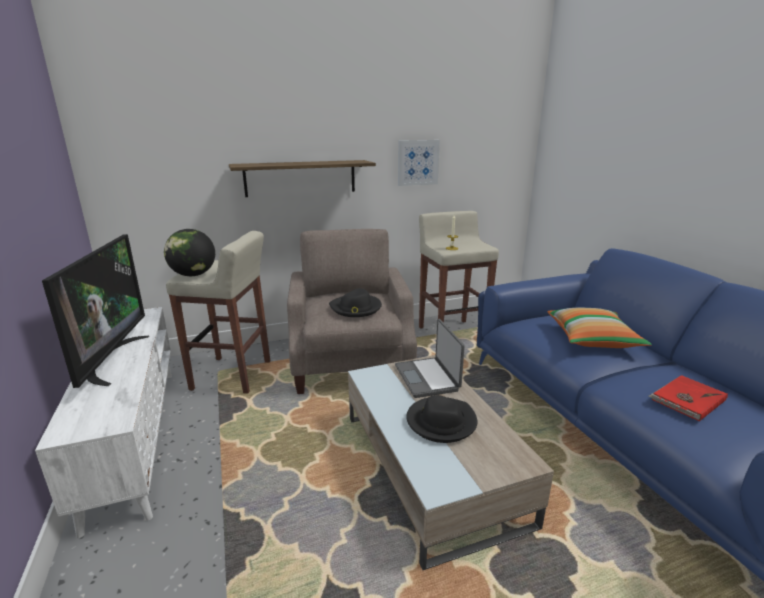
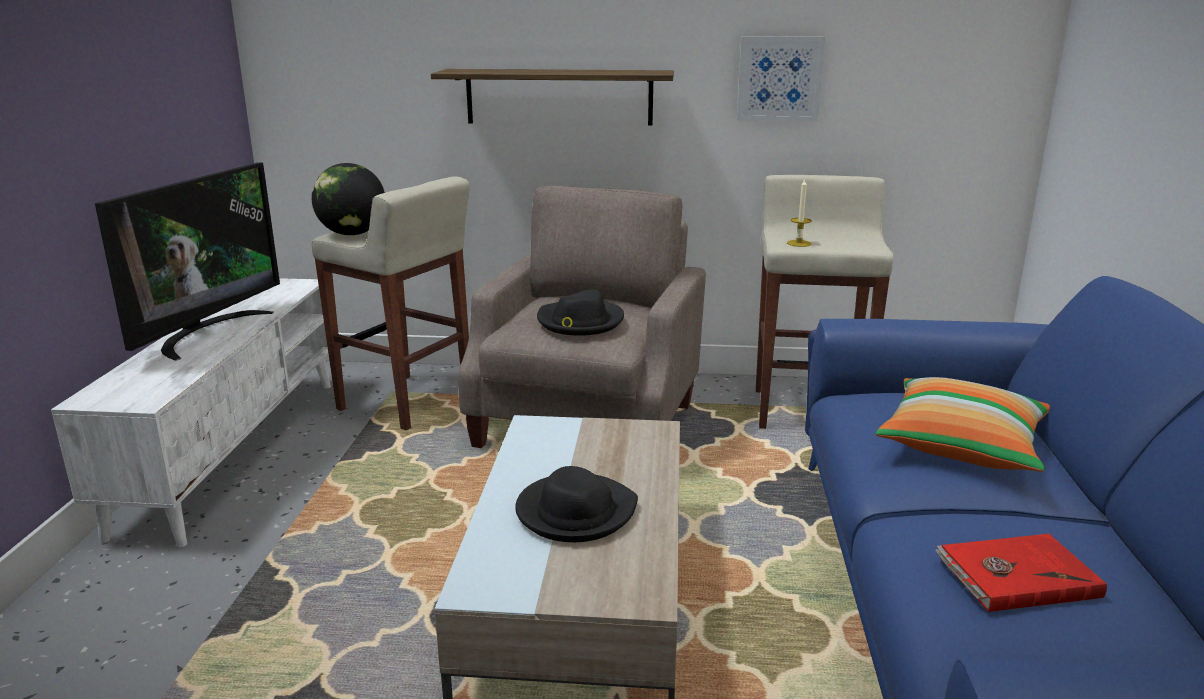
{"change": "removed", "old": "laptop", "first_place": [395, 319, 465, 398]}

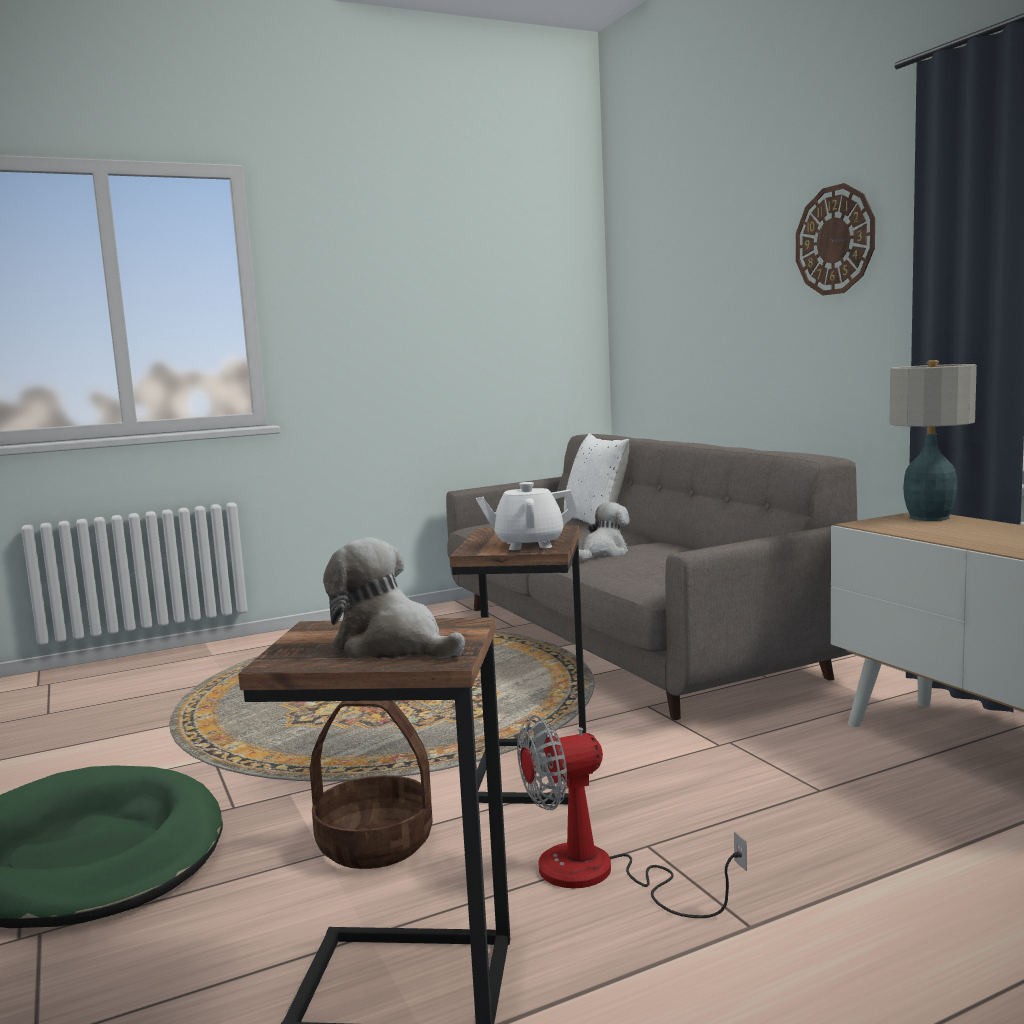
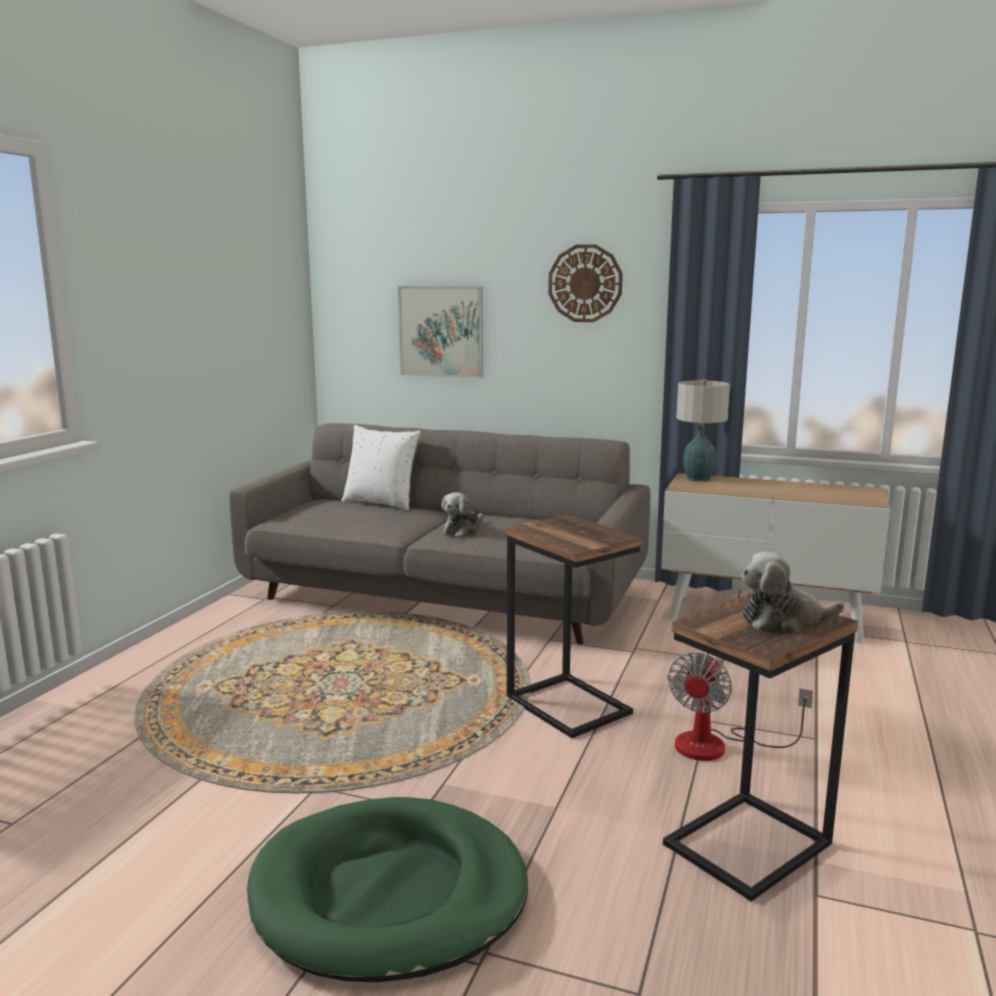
{"change": "removed", "old": "teapot (white)", "first_place": [476, 482, 577, 550]}
{"change": "turned", "old": "plush toy", "first_place": [579, 502, 630, 559], "second_place": [442, 492, 483, 537], "degrees": -150}
{"change": "removed", "old": "basket", "first_place": [310, 701, 433, 869]}
{"change": "added", "new": "picture", "second_place": [398, 286, 483, 378]}

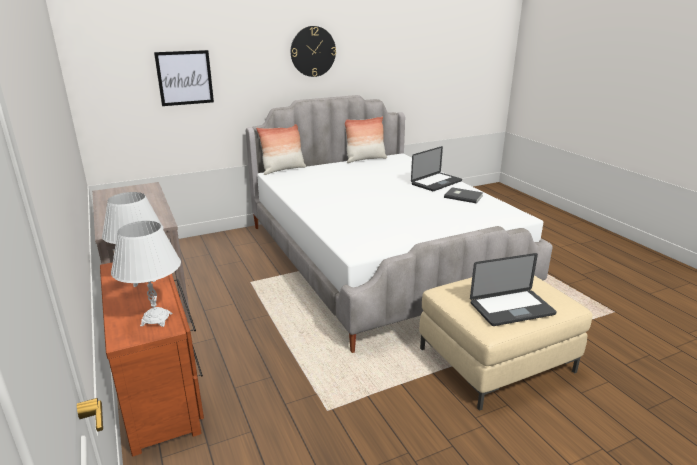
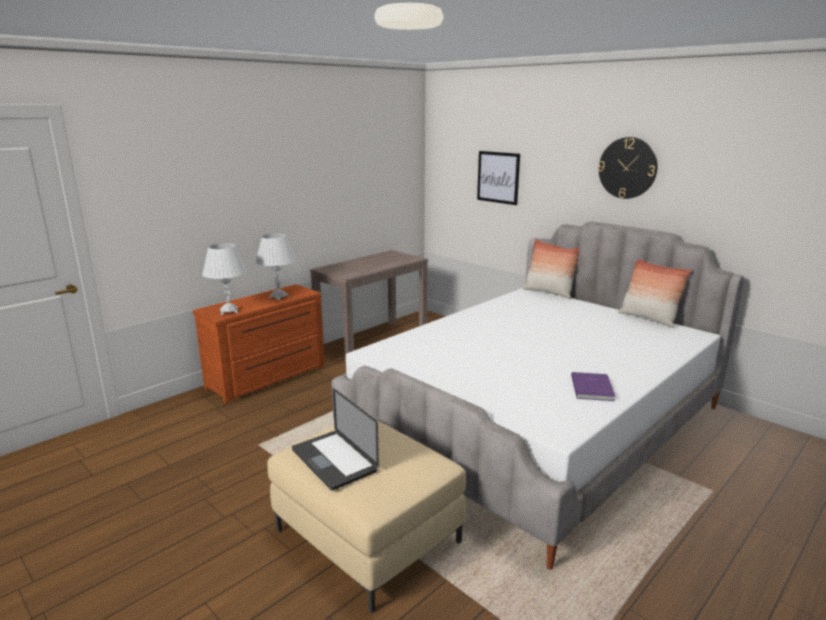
{"change": "removed", "old": "laptop", "first_place": [411, 146, 462, 191]}
{"change": "recoloured", "old": "book (grey)", "new": "book (purple)", "first_place": [444, 187, 483, 203], "second_place": [571, 372, 616, 401]}

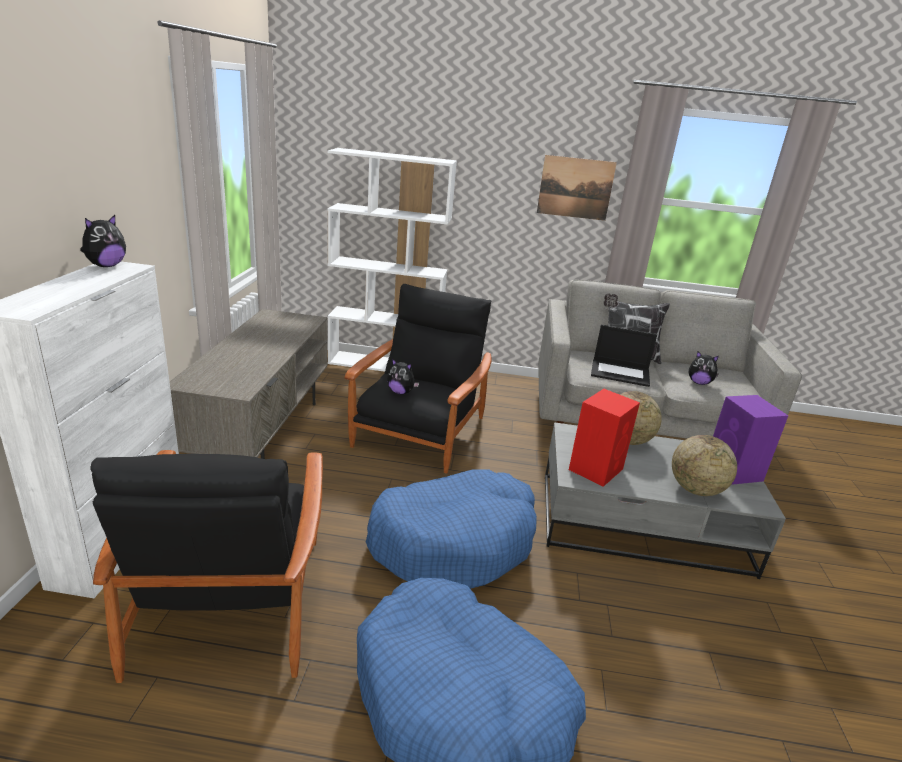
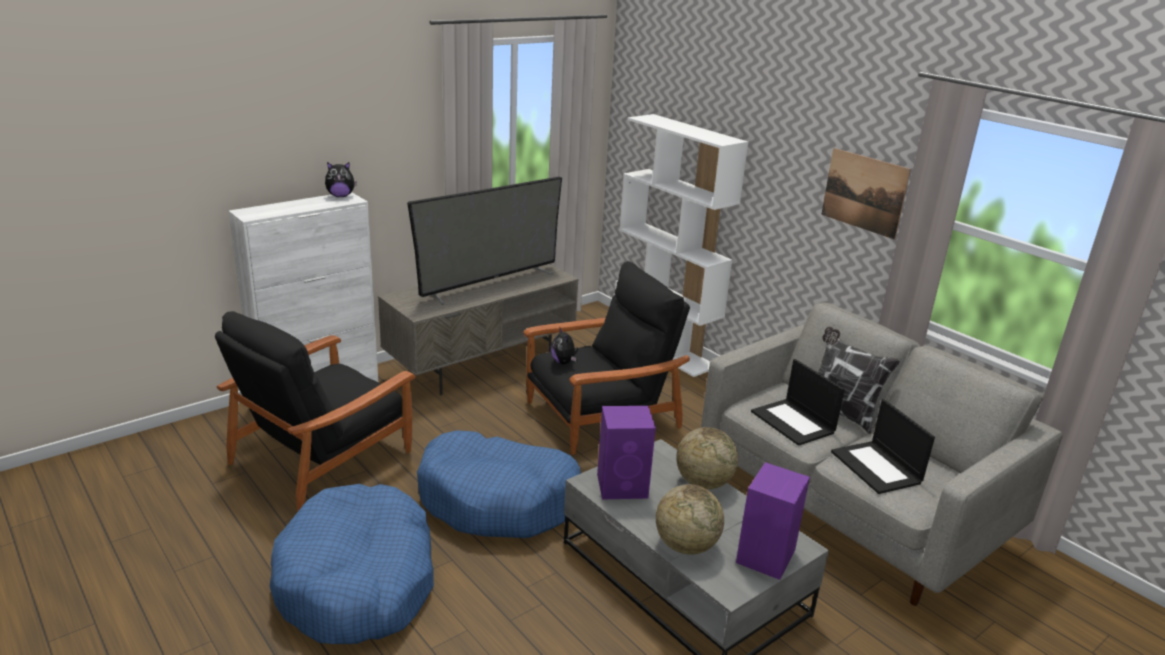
{"change": "replaced", "old": "plush toy", "new": "laptop", "first_place": [689, 352, 719, 385], "second_place": [831, 399, 935, 494]}
{"change": "recoloured", "old": "speaker (red)", "new": "speaker (purple)", "first_place": [569, 389, 640, 487], "second_place": [597, 406, 656, 500]}
{"change": "added", "new": "television", "second_place": [407, 177, 562, 305]}

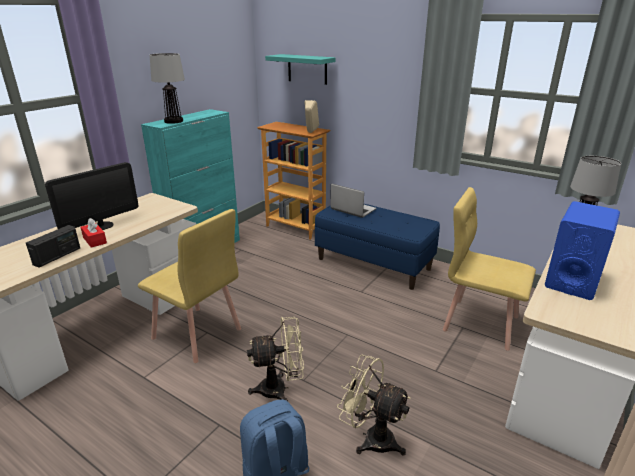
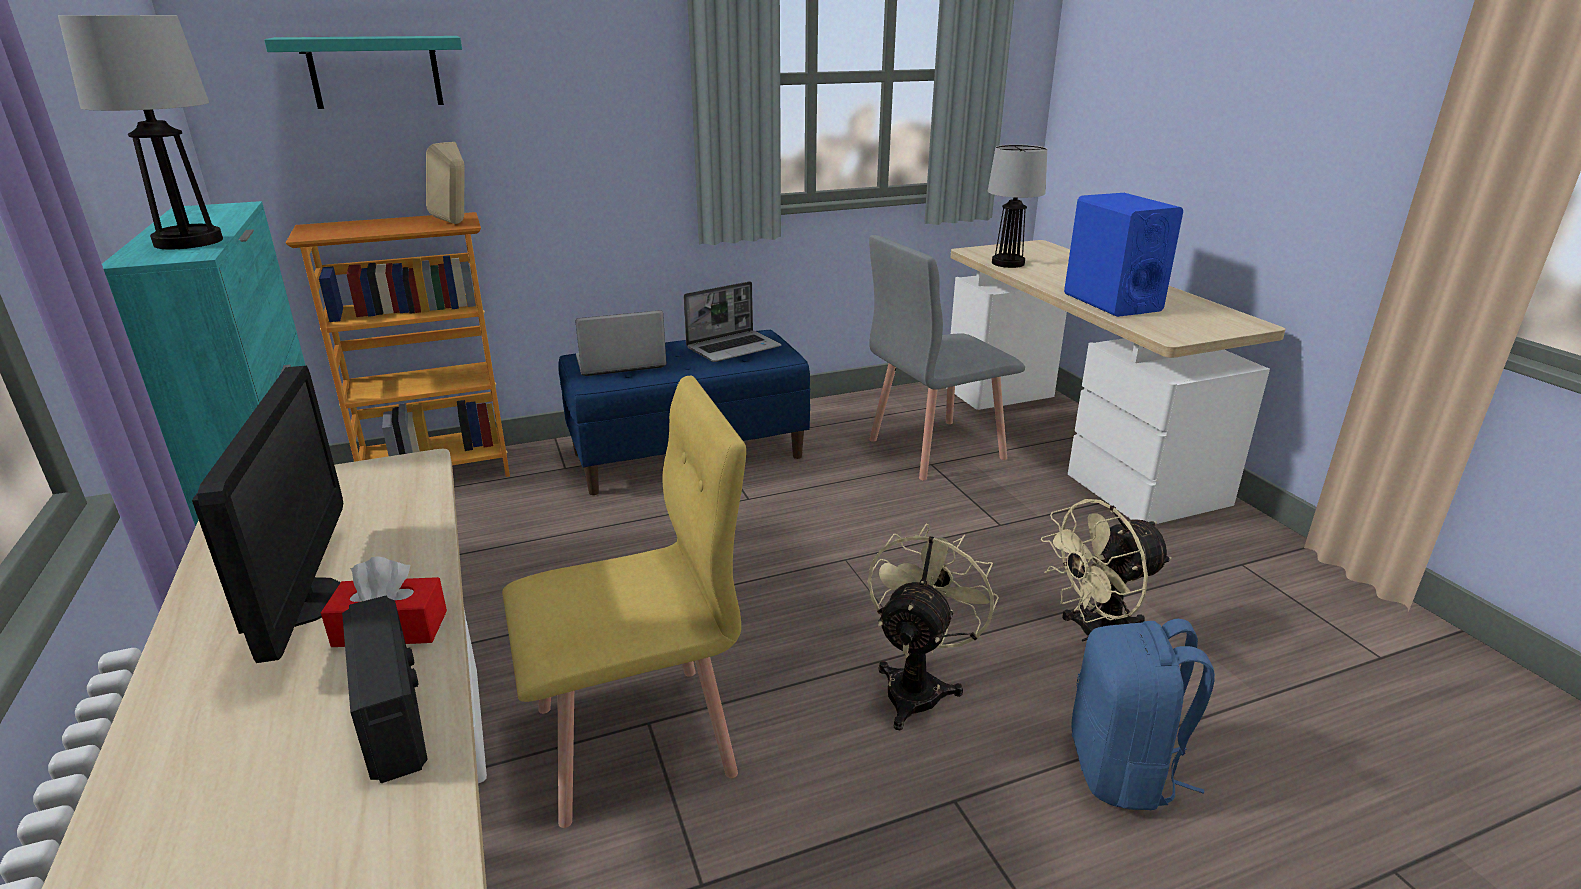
{"change": "recoloured", "old": "chair (yellow)", "new": "chair (grey)", "first_place": [443, 187, 536, 351], "second_place": [869, 235, 1025, 480]}
{"change": "added", "new": "laptop", "second_place": [683, 281, 781, 362]}

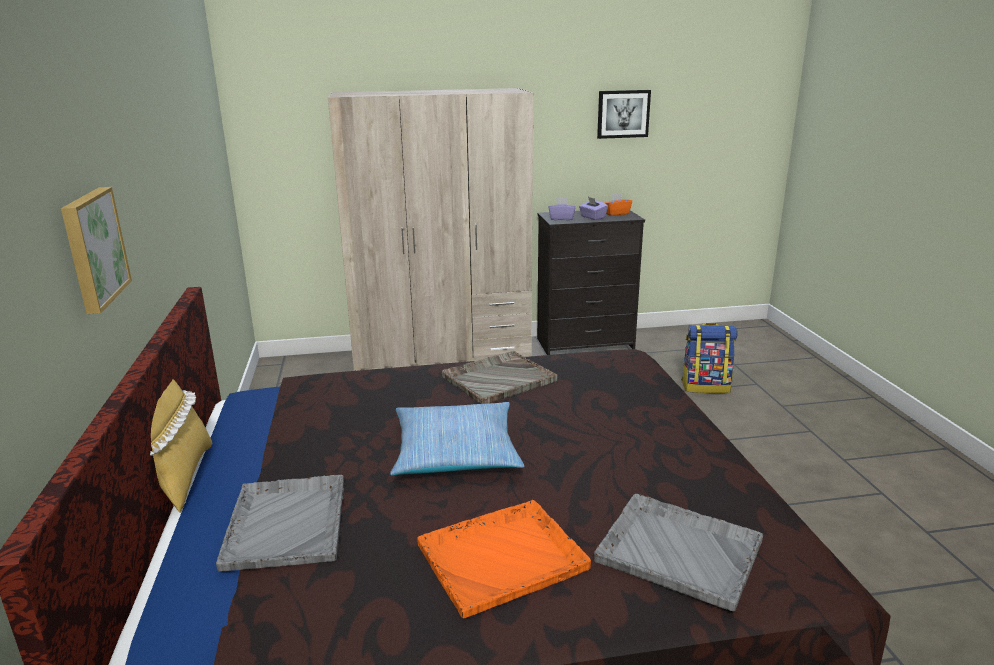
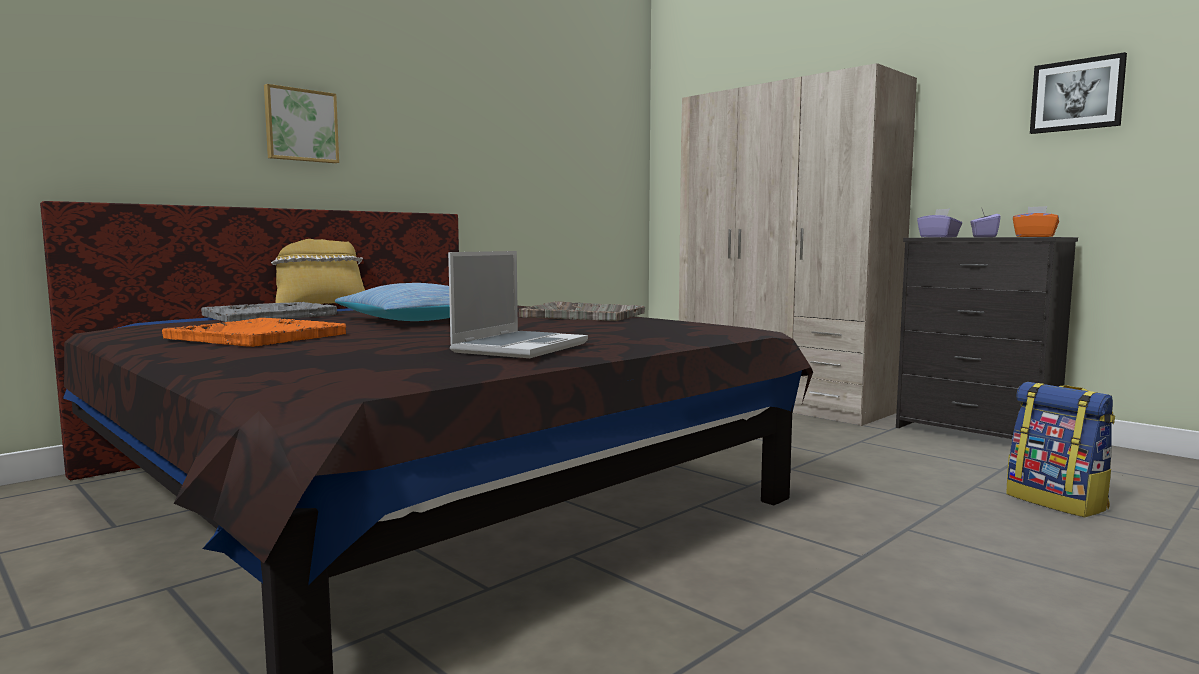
{"change": "removed", "old": "tray (grey)", "first_place": [594, 494, 763, 611]}
{"change": "added", "new": "laptop", "second_place": [448, 251, 588, 358]}

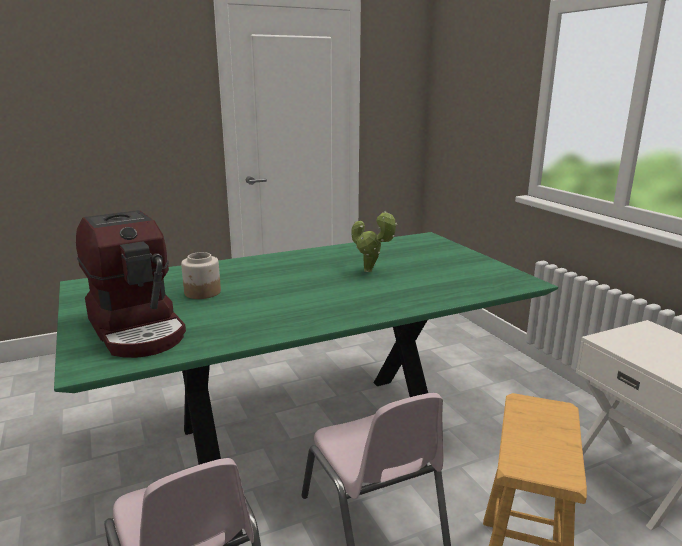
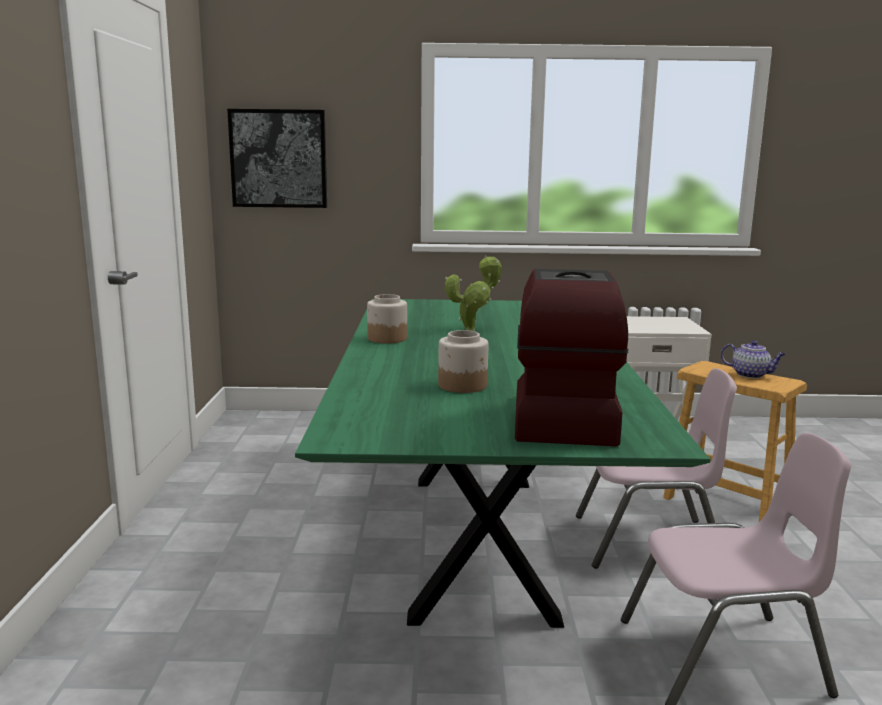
{"change": "turned", "old": "coffee machine", "first_place": [76, 210, 186, 358], "second_place": [515, 269, 628, 447], "degrees": -75}
{"change": "added", "new": "picture", "second_place": [227, 109, 327, 208]}
{"change": "added", "new": "jar", "second_place": [367, 294, 407, 344]}
{"change": "added", "new": "teapot", "second_place": [721, 340, 786, 378]}

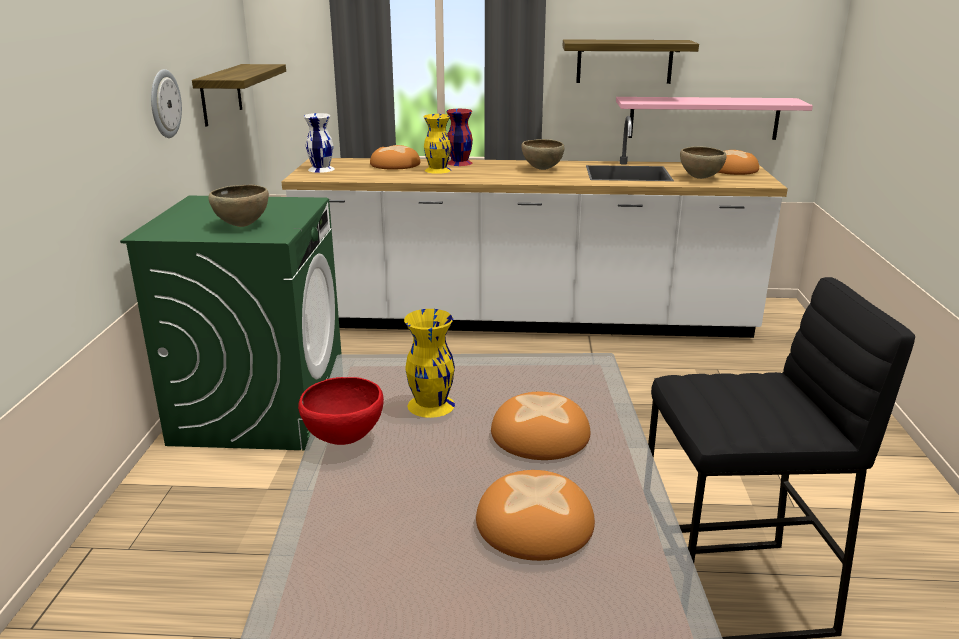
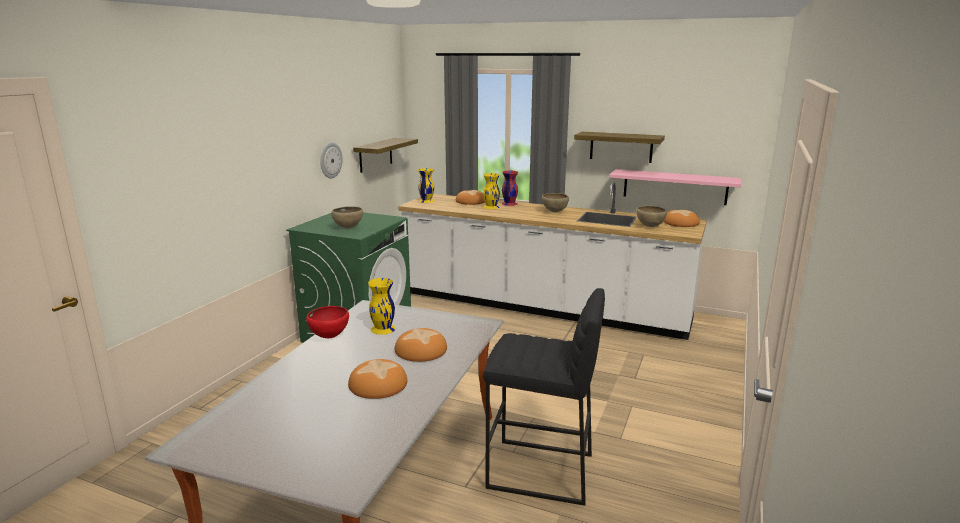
{"change": "recoloured", "old": "vase (white)", "new": "vase (yellow)", "first_place": [304, 113, 335, 173], "second_place": [418, 168, 434, 203]}

